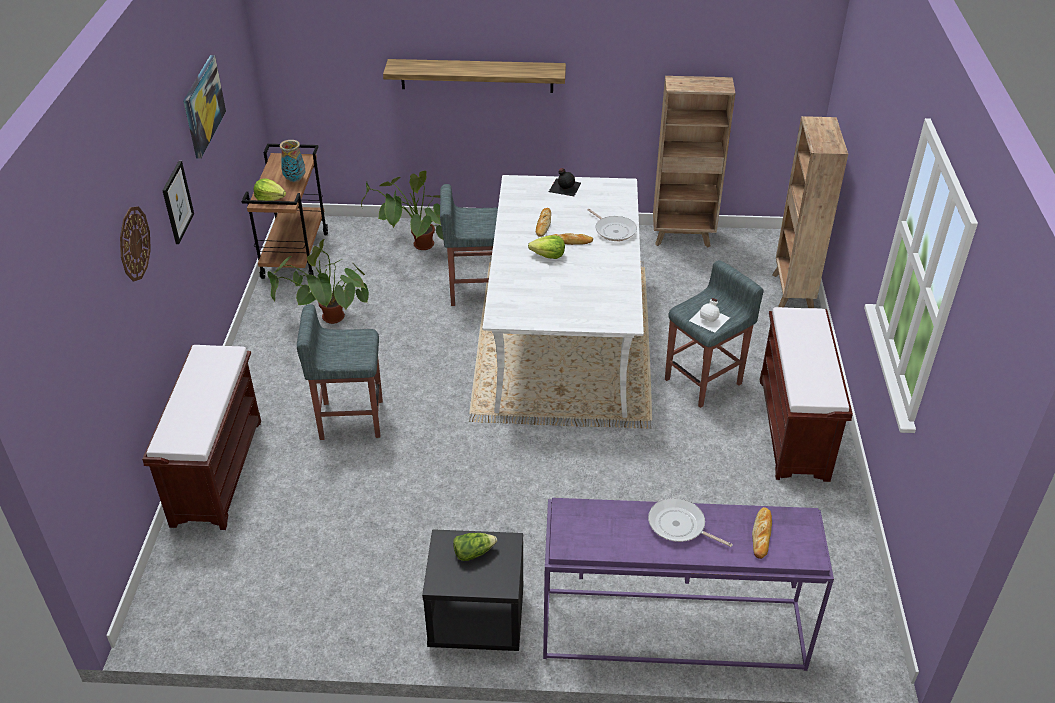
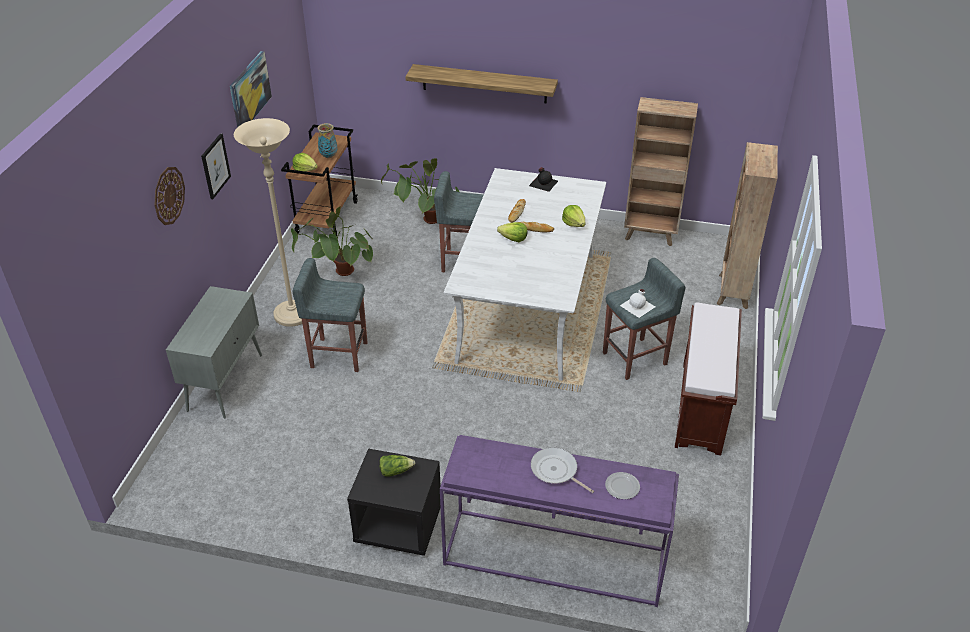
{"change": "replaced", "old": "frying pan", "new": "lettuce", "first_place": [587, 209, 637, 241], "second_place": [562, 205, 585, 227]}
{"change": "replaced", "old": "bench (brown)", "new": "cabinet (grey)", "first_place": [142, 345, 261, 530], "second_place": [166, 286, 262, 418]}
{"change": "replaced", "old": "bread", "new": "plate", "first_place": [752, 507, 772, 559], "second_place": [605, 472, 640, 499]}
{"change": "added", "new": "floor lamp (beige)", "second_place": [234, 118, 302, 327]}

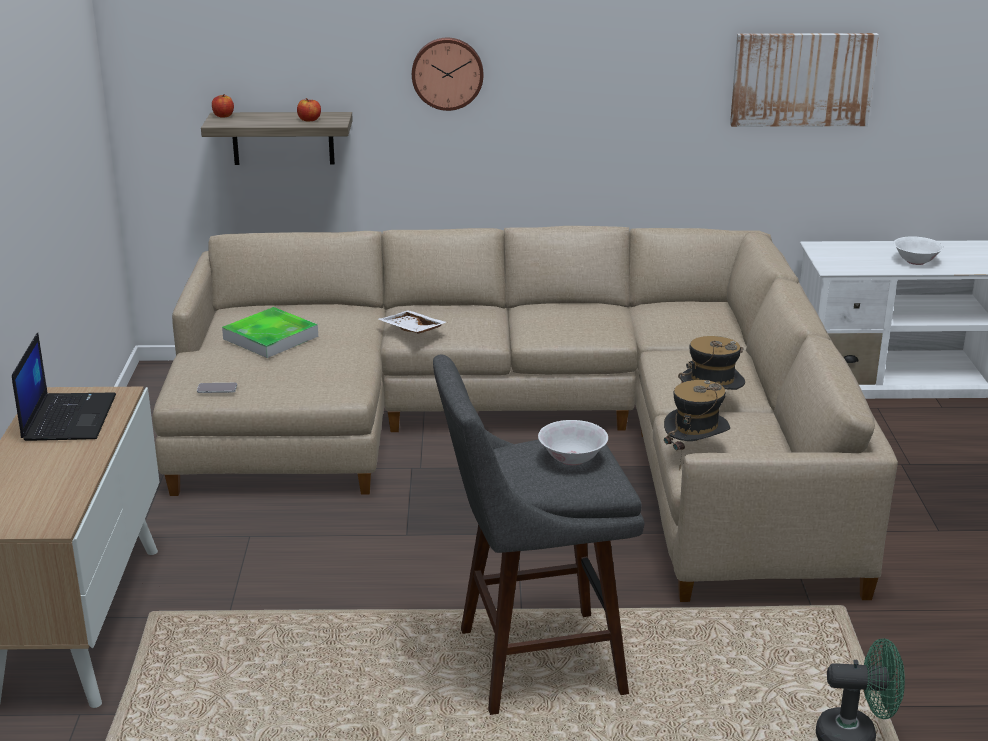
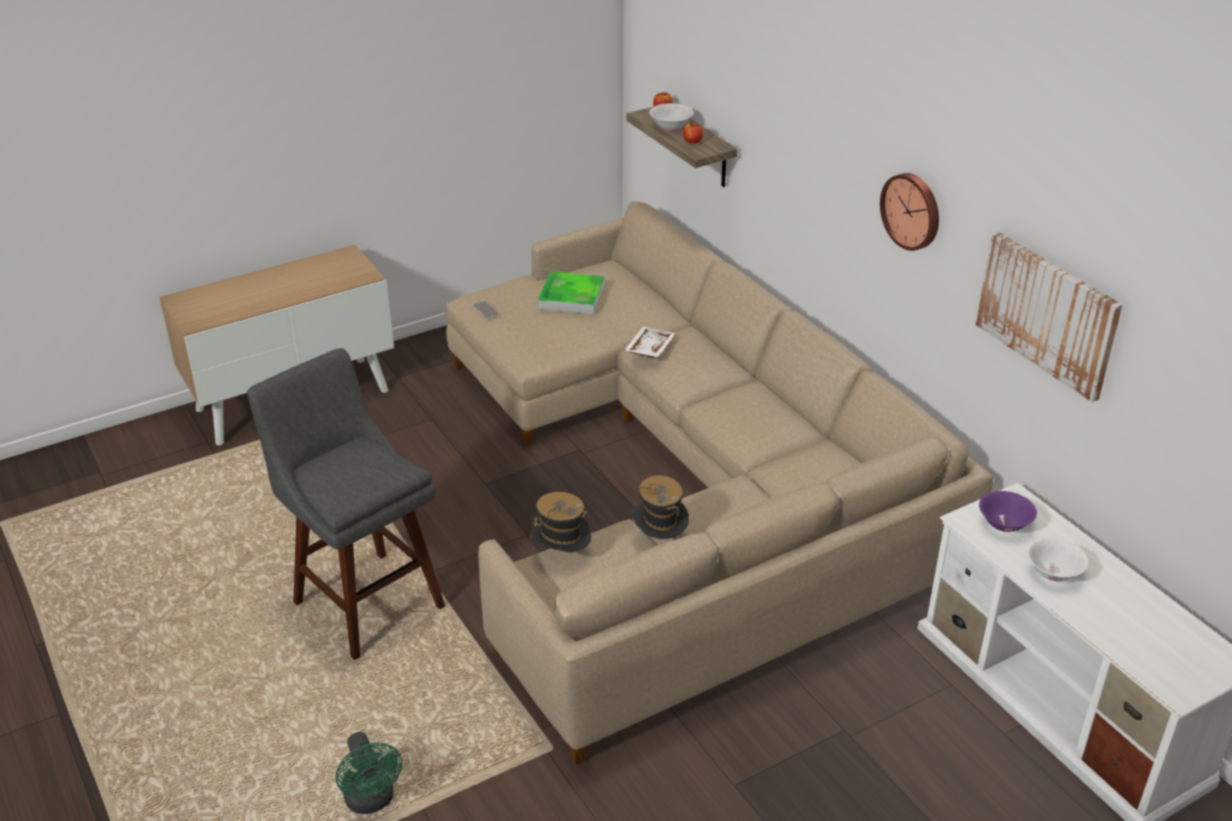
{"change": "moved", "old": "wall clock", "first_place": [412, 38, 483, 111], "second_place": [880, 173, 939, 251]}
{"change": "removed", "old": "laptop", "first_place": [12, 333, 116, 441]}
{"change": "moved", "old": "bowl (white)", "first_place": [538, 420, 608, 465], "second_place": [650, 103, 694, 131]}
{"change": "added", "new": "bowl (purple)", "second_place": [979, 491, 1037, 532]}

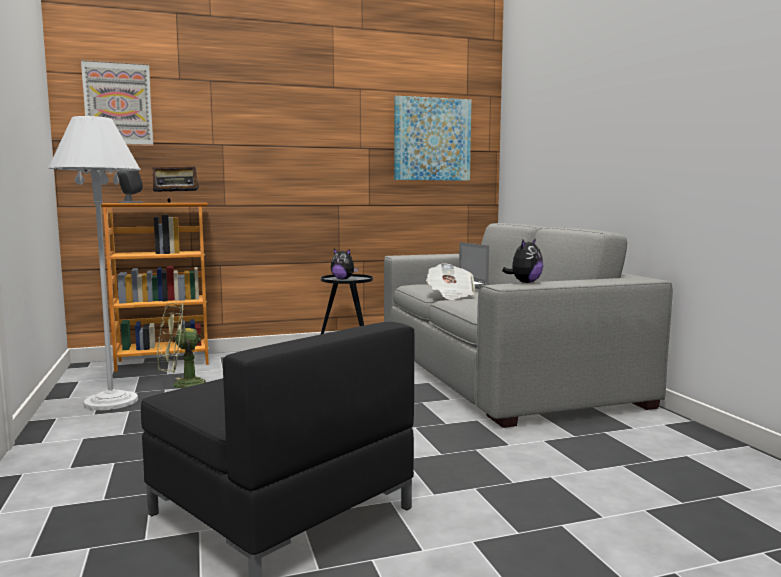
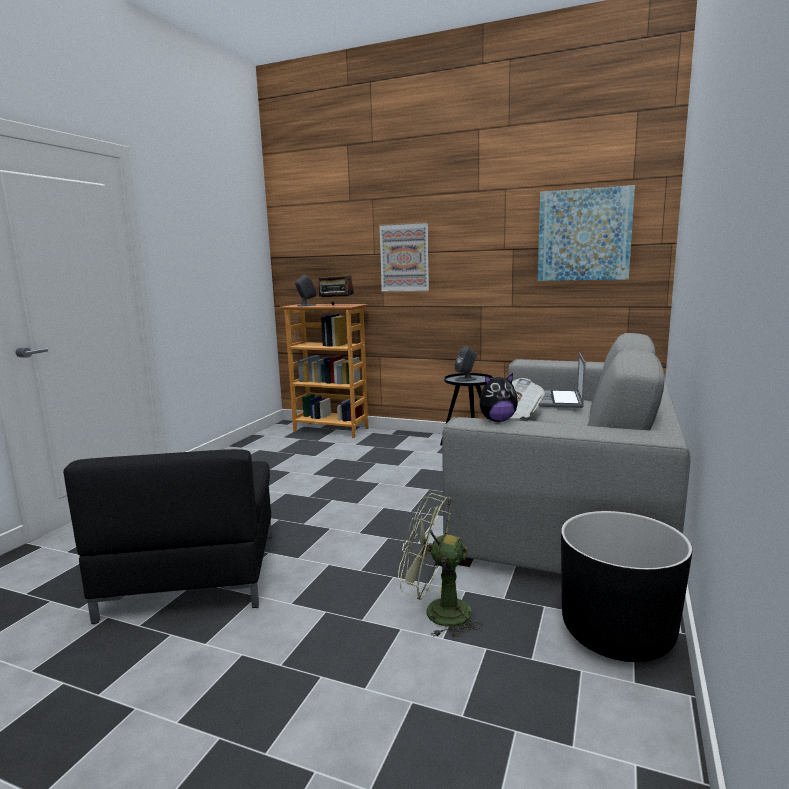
{"change": "moved", "old": "picture", "first_place": [81, 59, 153, 146], "second_place": [379, 222, 429, 292]}
{"change": "removed", "old": "floor lamp (white)", "first_place": [48, 116, 141, 410]}
{"change": "replaced", "old": "plush toy", "new": "speaker (grey)", "first_place": [330, 249, 358, 280], "second_place": [454, 346, 477, 382]}
{"change": "moved", "old": "fan (green)", "first_place": [157, 303, 206, 388], "second_place": [398, 493, 483, 638]}
{"change": "added", "new": "planter (black)", "second_place": [561, 511, 692, 662]}

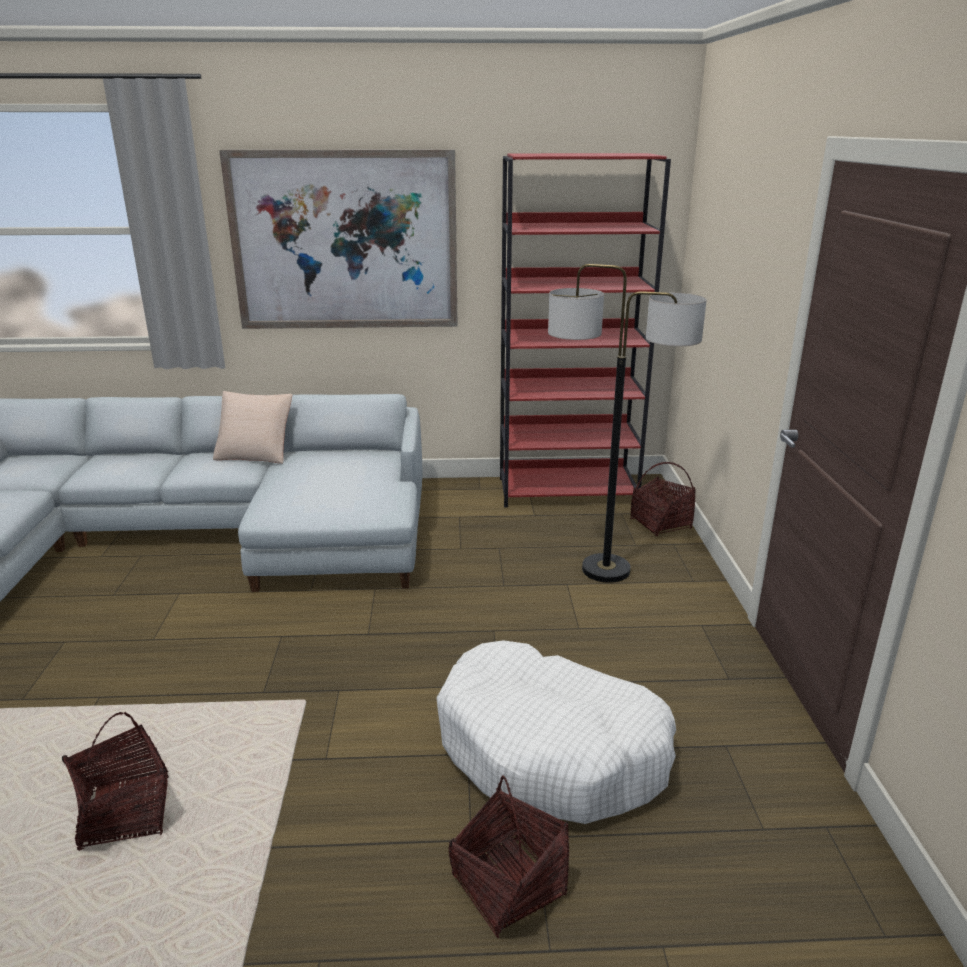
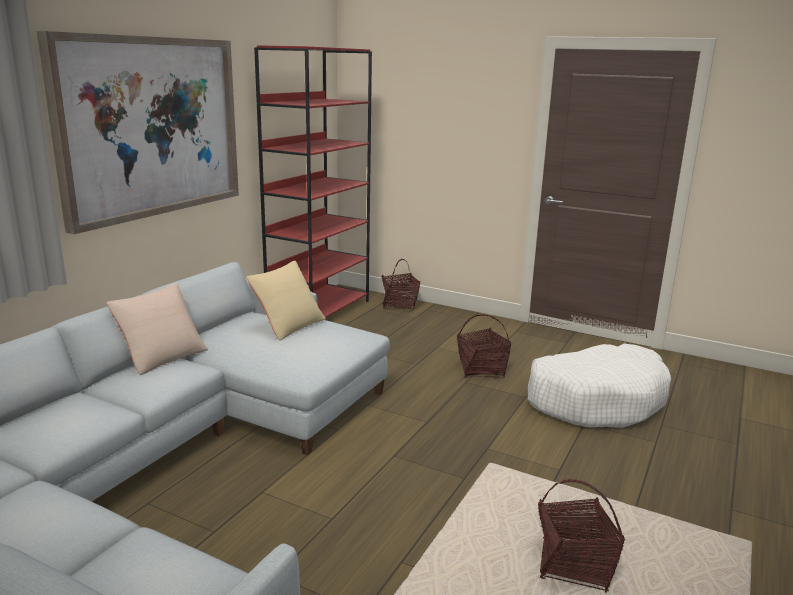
{"change": "removed", "old": "floor lamp", "first_place": [548, 264, 707, 583]}
{"change": "moved", "old": "basket", "first_place": [448, 776, 569, 938], "second_place": [457, 314, 511, 378]}
{"change": "added", "new": "pillow (beige)", "second_place": [246, 260, 326, 341]}

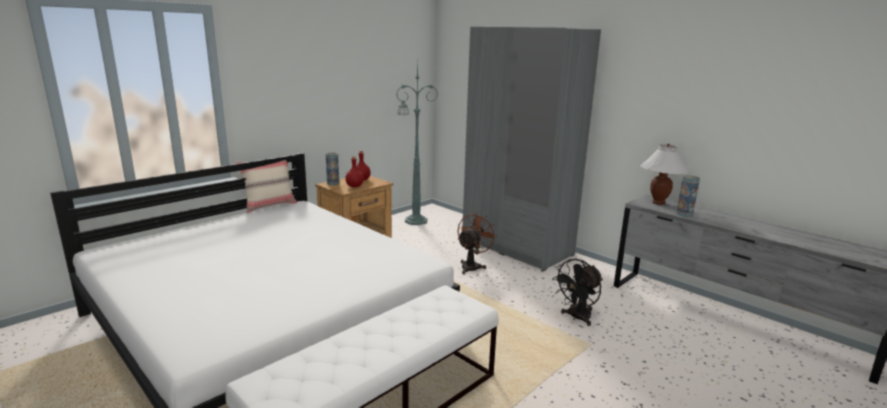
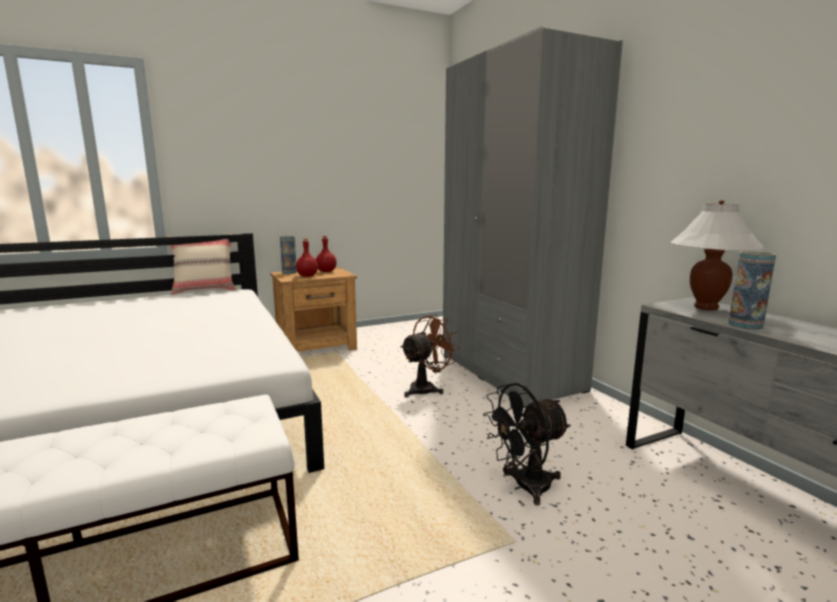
{"change": "removed", "old": "floor lamp (green)", "first_place": [396, 61, 438, 225]}

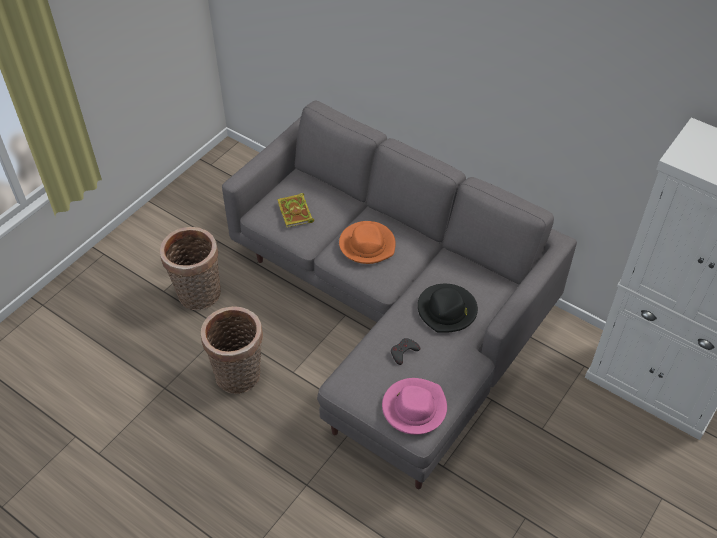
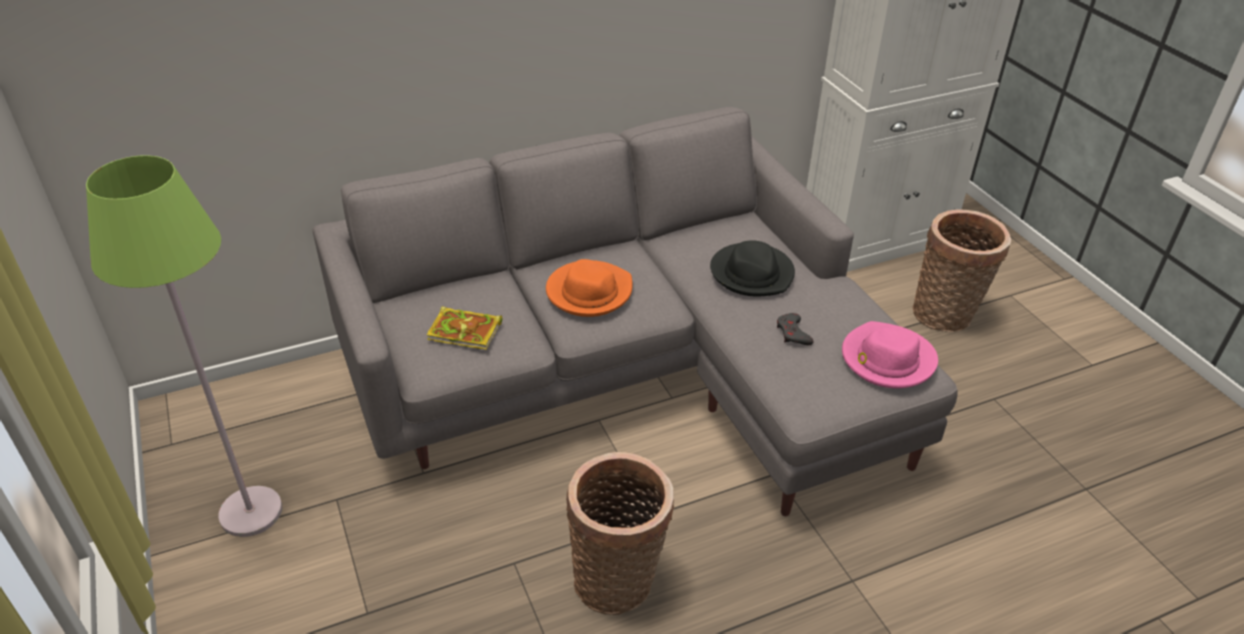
{"change": "moved", "old": "basket", "first_place": [160, 227, 221, 310], "second_place": [913, 209, 1011, 332]}
{"change": "added", "new": "floor lamp (green)", "second_place": [86, 155, 282, 537]}

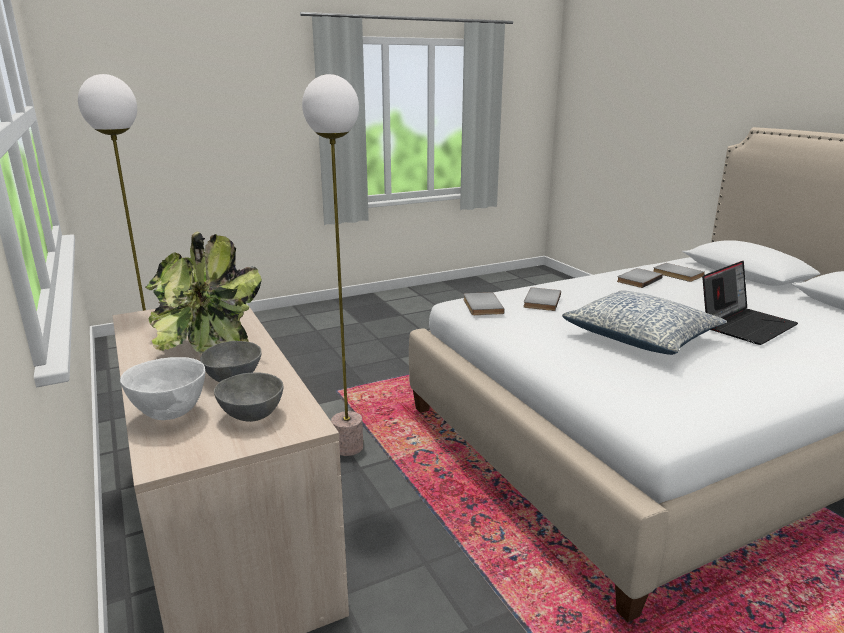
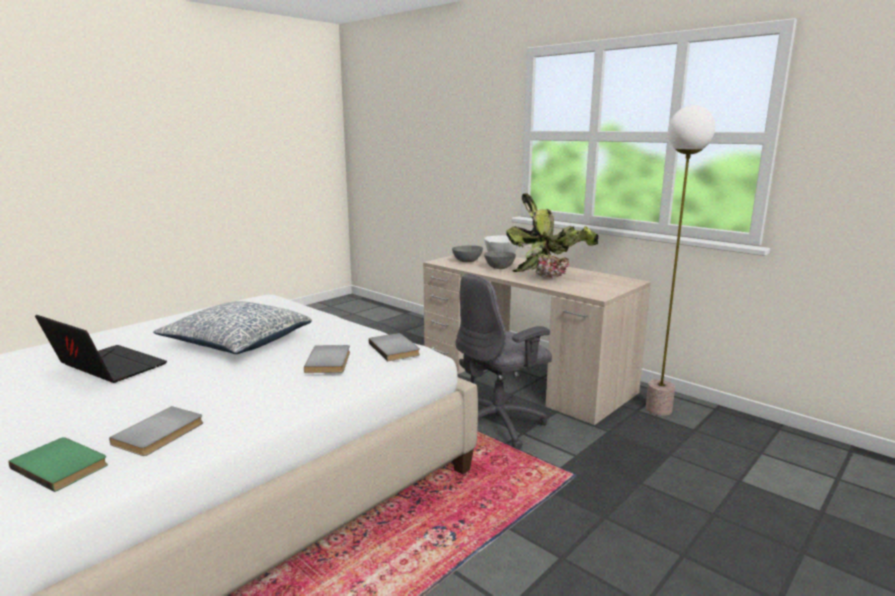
{"change": "replaced", "old": "floor lamp", "new": "office chair (grey)", "first_place": [302, 74, 363, 456], "second_place": [455, 273, 552, 449]}
{"change": "turned", "old": "laptop", "first_place": [702, 261, 798, 345], "second_place": [35, 315, 167, 383], "degrees": 90}
{"change": "recoloured", "old": "book (grey)", "new": "book (green)", "first_place": [653, 263, 705, 282], "second_place": [8, 437, 108, 492]}

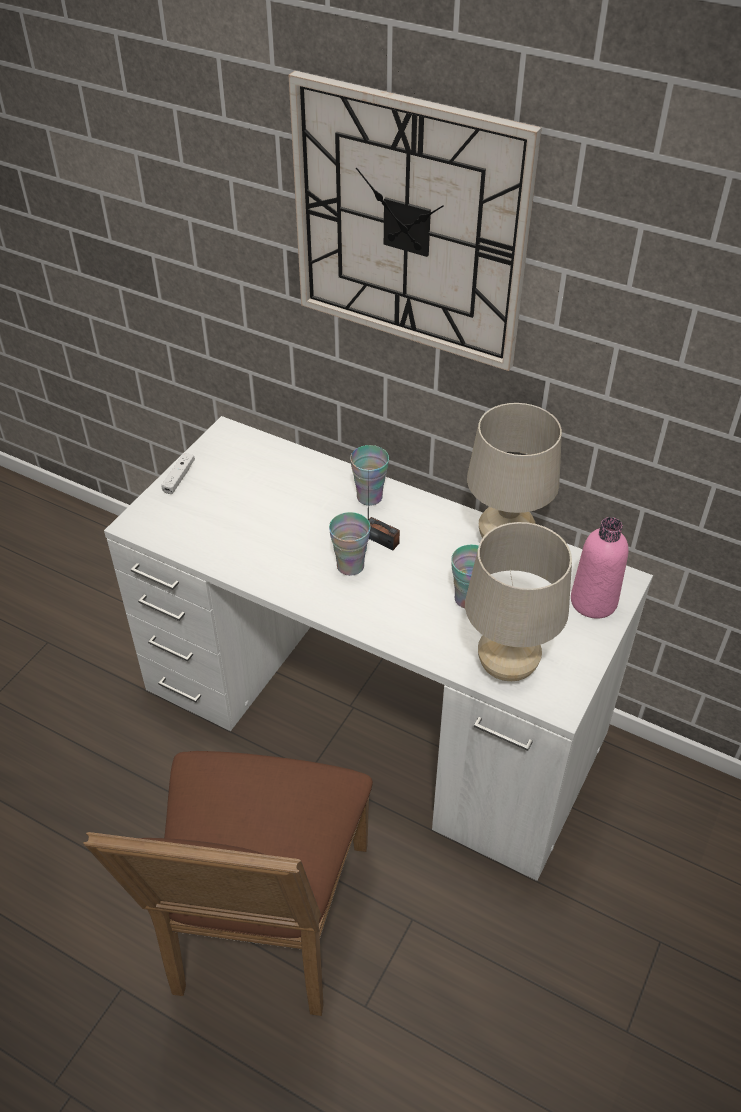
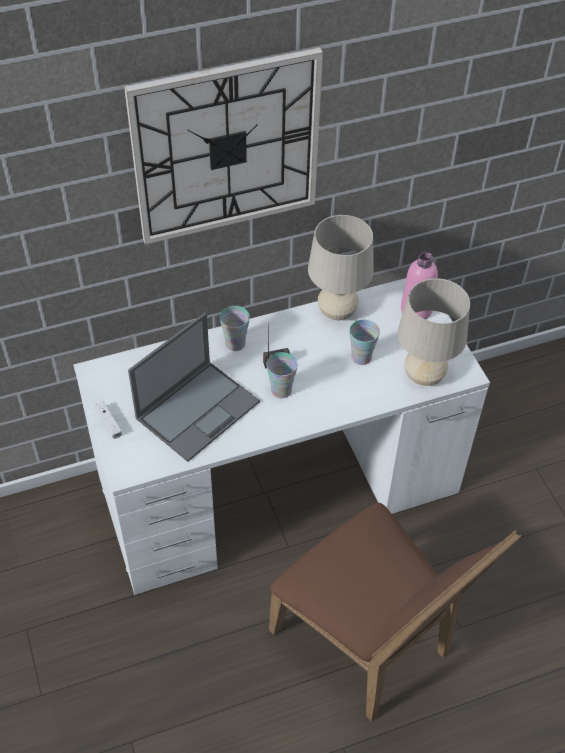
{"change": "added", "new": "laptop", "second_place": [128, 313, 260, 462]}

